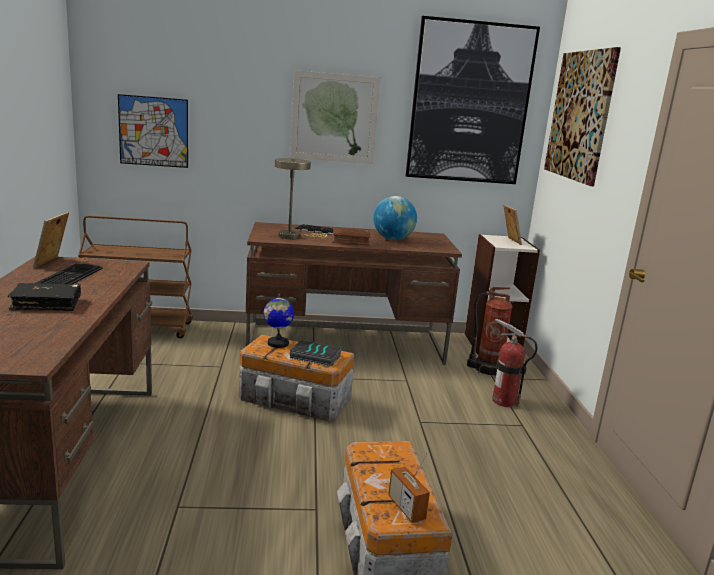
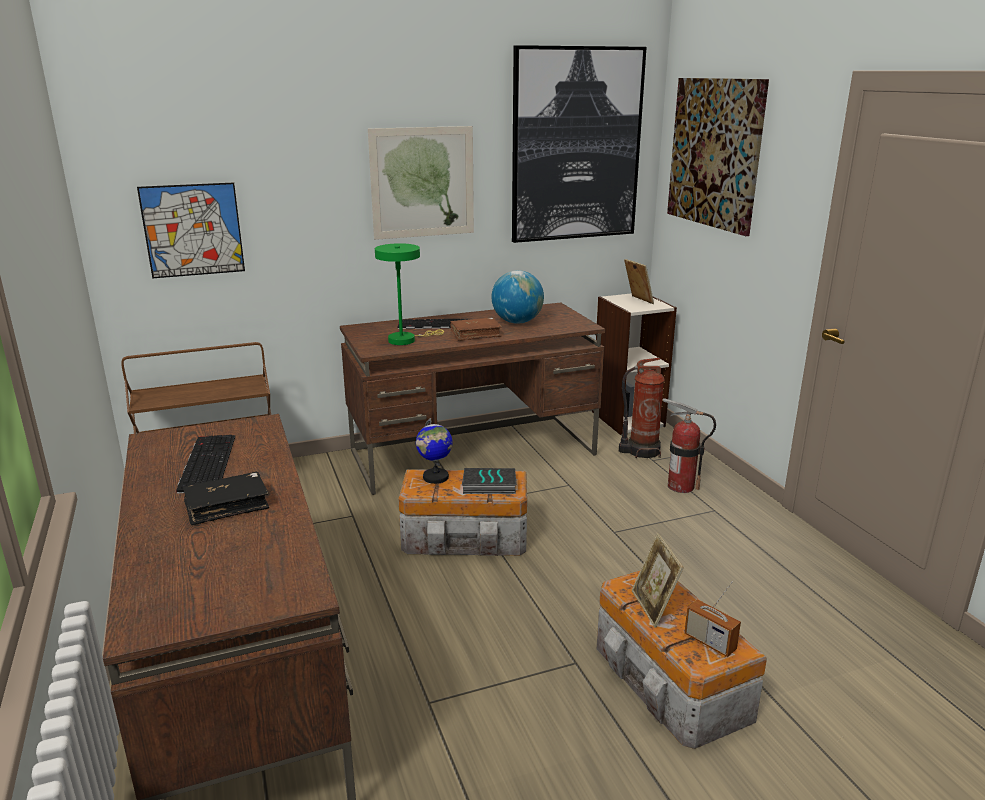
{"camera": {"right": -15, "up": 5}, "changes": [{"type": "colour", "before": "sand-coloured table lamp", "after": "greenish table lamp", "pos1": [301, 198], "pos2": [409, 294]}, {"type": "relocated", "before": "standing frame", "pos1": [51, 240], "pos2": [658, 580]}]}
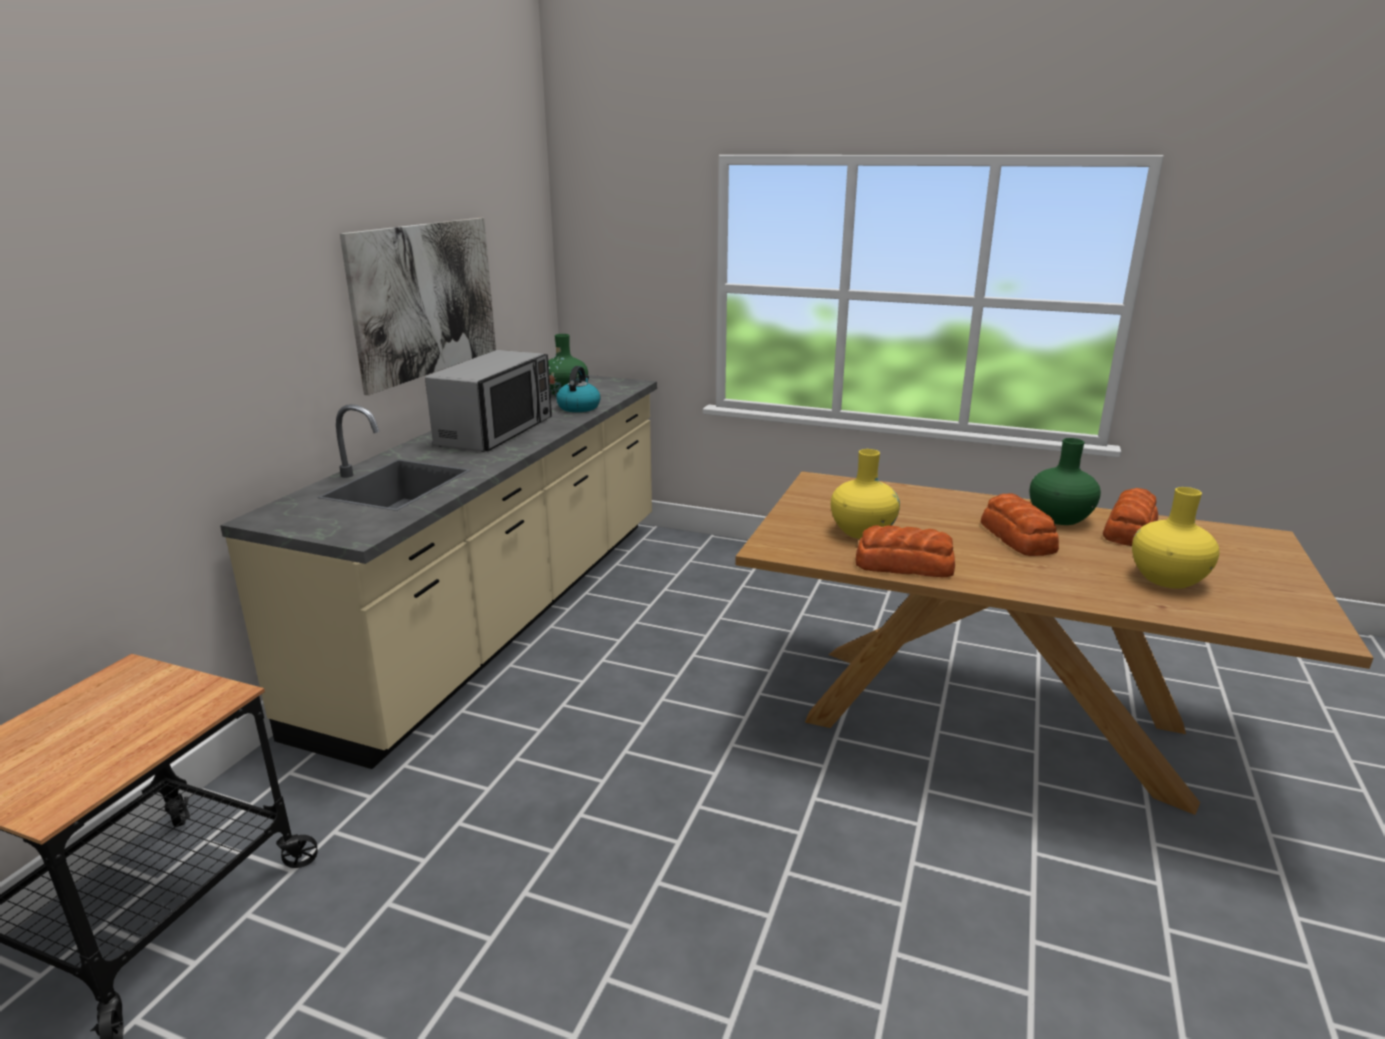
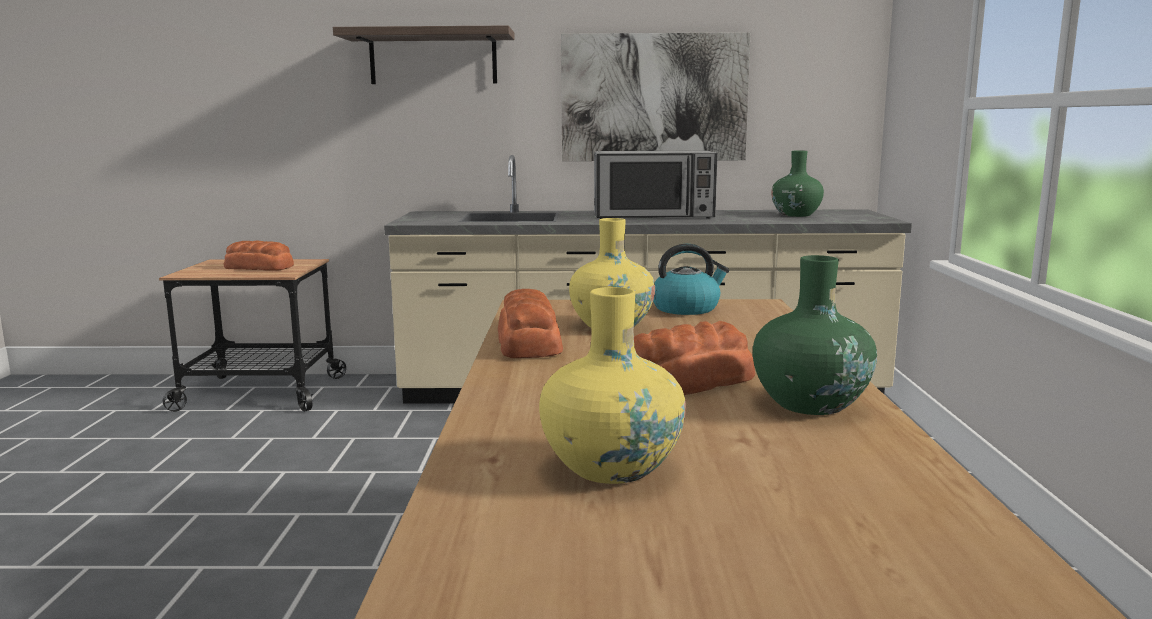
{"camera": {"right": 70, "up": -10}, "changes": [{"type": "relocated", "before": "kettle", "pos1": [578, 389], "pos2": [691, 279]}, {"type": "relocated", "before": "bread", "pos1": [1130, 517], "pos2": [259, 256]}, {"type": "appeared", "after": "shelf", "pos2": [424, 55]}]}
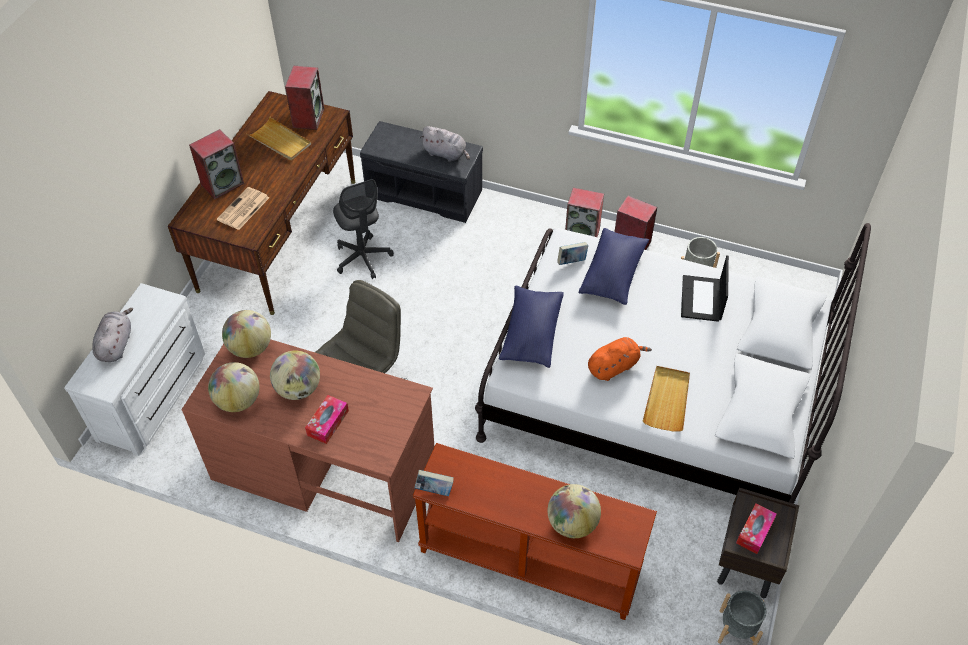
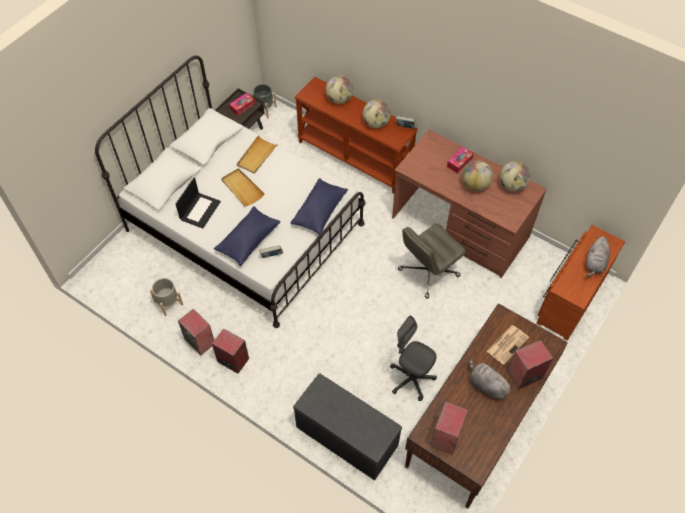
{"camera": {"right": -165, "up": 5}, "changes": [{"type": "relocated", "before": "sand-coloured tray", "pos1": [279, 138], "pos2": [242, 187]}, {"type": "relocated", "before": "gray cuddly toy", "pos1": [445, 144], "pos2": [491, 379]}, {"type": "spun", "before": "gray office chair", "pos1": [363, 229], "pos2": [413, 358], "turn": -45}, {"type": "colour", "before": "white-coloured dresser", "after": "brownish dresser", "pos1": [134, 369], "pos2": [580, 283]}, {"type": "relocated", "before": "desk globe", "pos1": [246, 334], "pos2": [377, 114]}, {"type": "missing", "before": "orange-coloured cuddly toy", "pos1": [620, 359]}]}
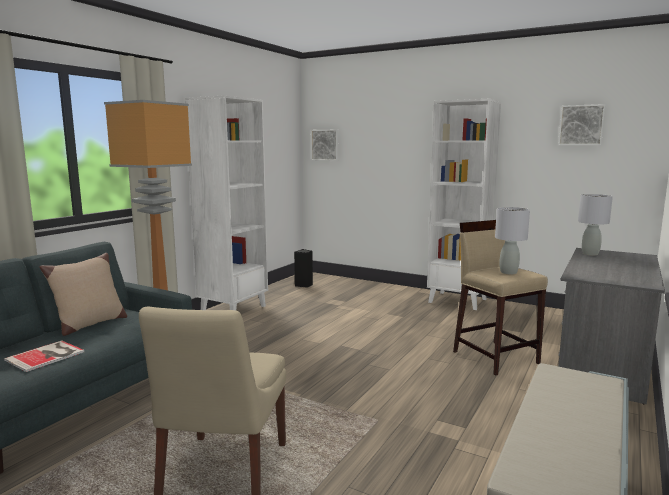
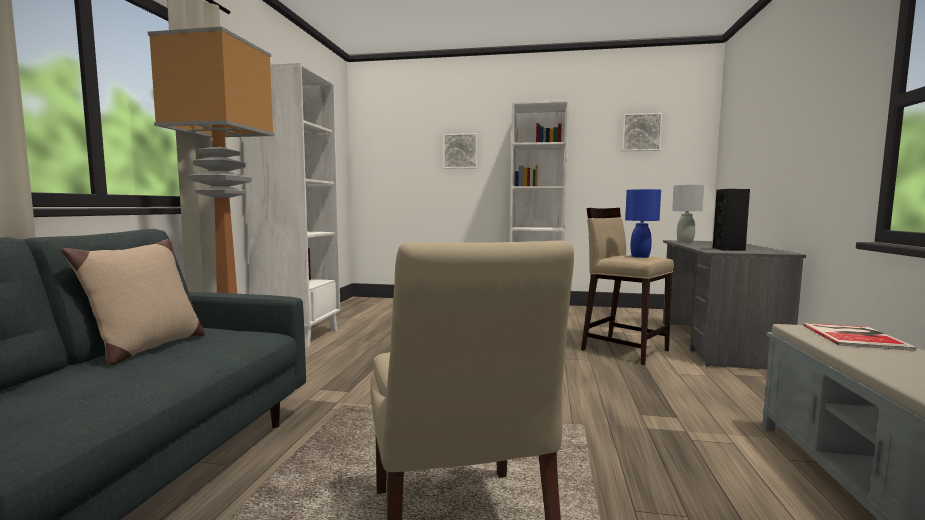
{"camera": {"right": -20, "up": -5}, "changes": [{"type": "relocated", "before": "picture", "pos1": [325, 145], "pos2": [460, 151]}, {"type": "colour", "before": "gray table lamp", "after": "bluish table lamp", "pos1": [512, 241], "pos2": [643, 223]}, {"type": "relocated", "before": "black speaker", "pos1": [303, 268], "pos2": [731, 220]}, {"type": "relocated", "before": "book", "pos1": [44, 356], "pos2": [860, 337]}]}
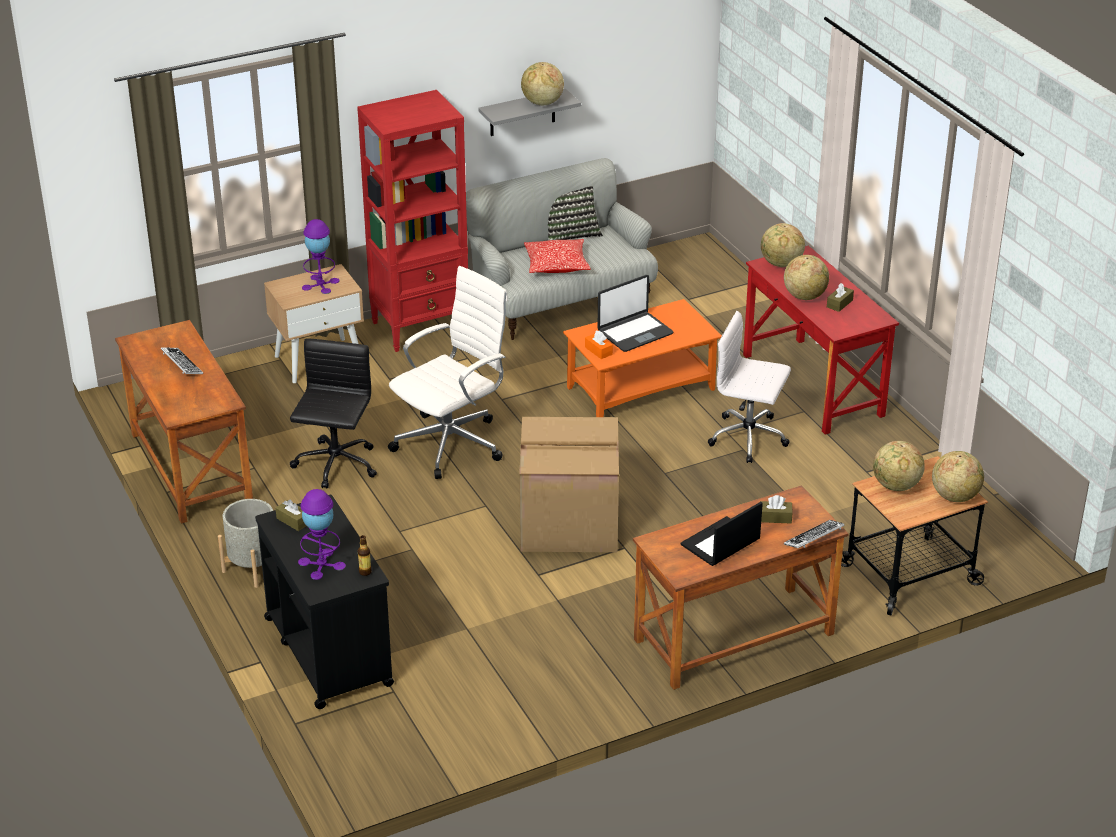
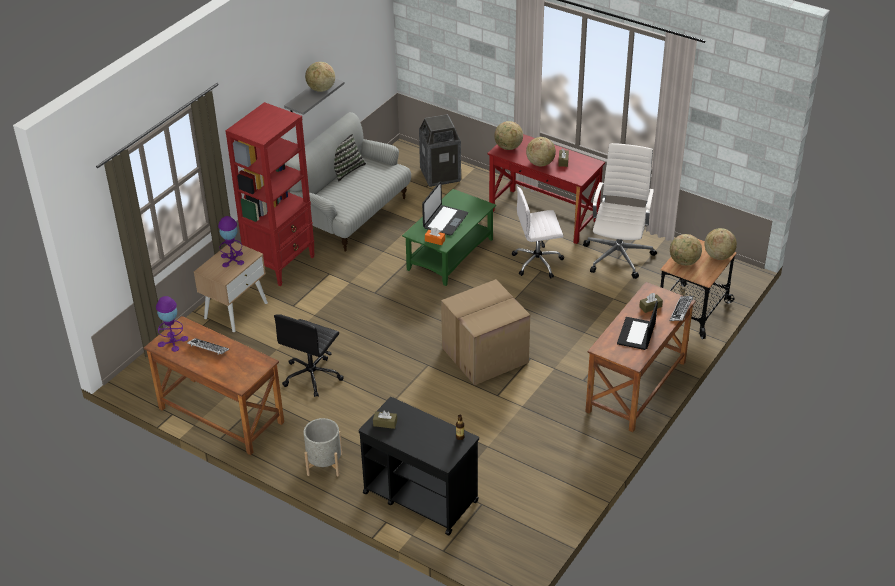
{"camera": {"right": -30, "up": 5}, "changes": [{"type": "missing", "before": "pillow", "pos1": [557, 256]}, {"type": "relocated", "before": "white-coloured office chair", "pos1": [448, 372], "pos2": [620, 211]}, {"type": "colour", "before": "orange-coloured lounge table", "after": "greenish lounge table", "pos1": [642, 358], "pos2": [449, 237]}, {"type": "spun", "before": "black office chair", "pos1": [333, 413], "pos2": [309, 355], "turn": -135}, {"type": "relocated", "before": "purple table lamp", "pos1": [322, 534], "pos2": [172, 324]}, {"type": "appeared", "after": "trash can", "pos2": [440, 150]}]}
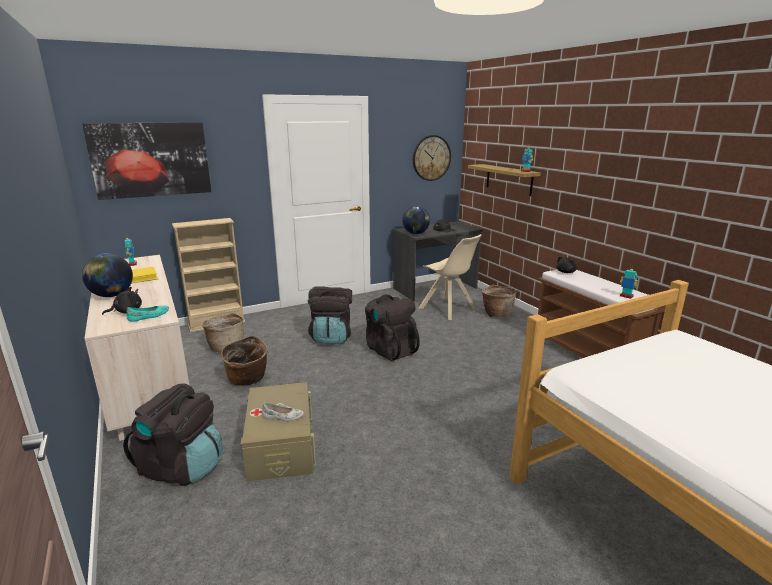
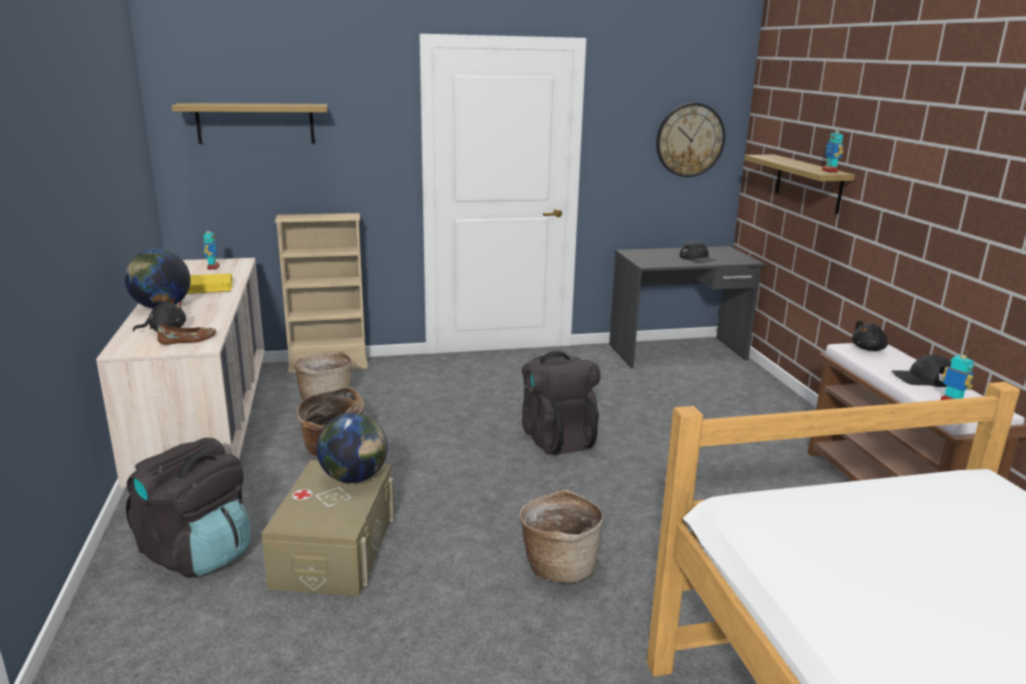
{"camera": {"right": 15, "up": 0}, "changes": [{"type": "exchanged", "before": "picture", "after": "shelf", "pos1": [146, 161], "pos2": [249, 123]}, {"type": "relocated", "before": "desk globe", "pos1": [416, 220], "pos2": [351, 448]}, {"type": "missing", "before": "sand-coloured chair", "pos1": [450, 277]}, {"type": "relocated", "before": "storage basket", "pos1": [499, 300], "pos2": [562, 536]}, {"type": "missing", "before": "black backpack", "pos1": [330, 315]}, {"type": "colour", "before": "turquoise-coloured item of footwear", "after": "brownish item of footwear", "pos1": [148, 314], "pos2": [186, 334]}, {"type": "missing", "before": "white-coloured item of footwear", "pos1": [283, 411]}, {"type": "appeared", "after": "black peaked cap", "pos2": [921, 371]}]}
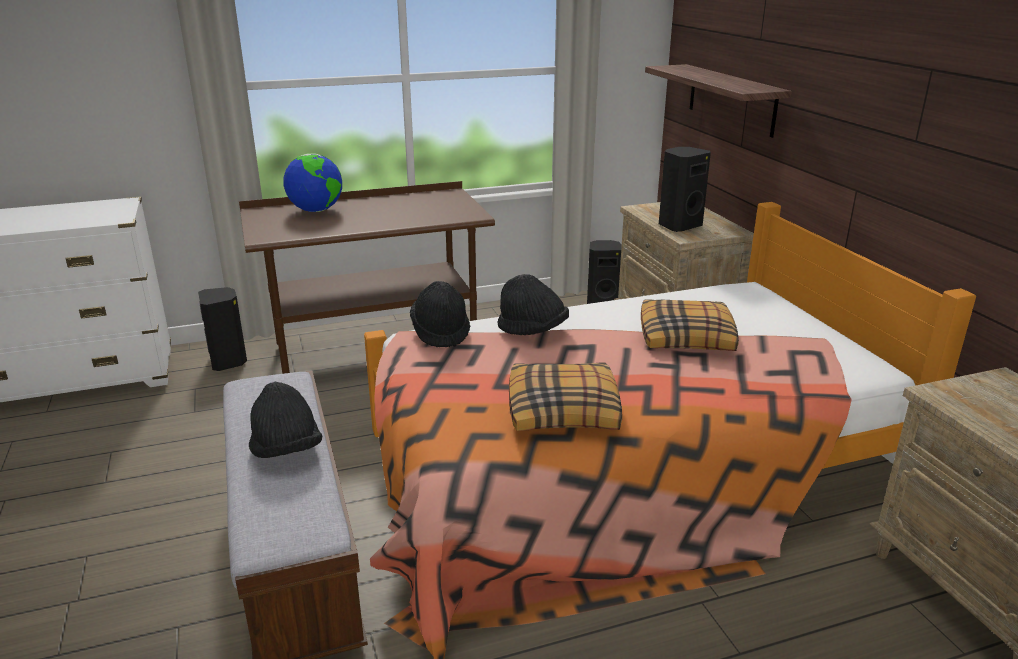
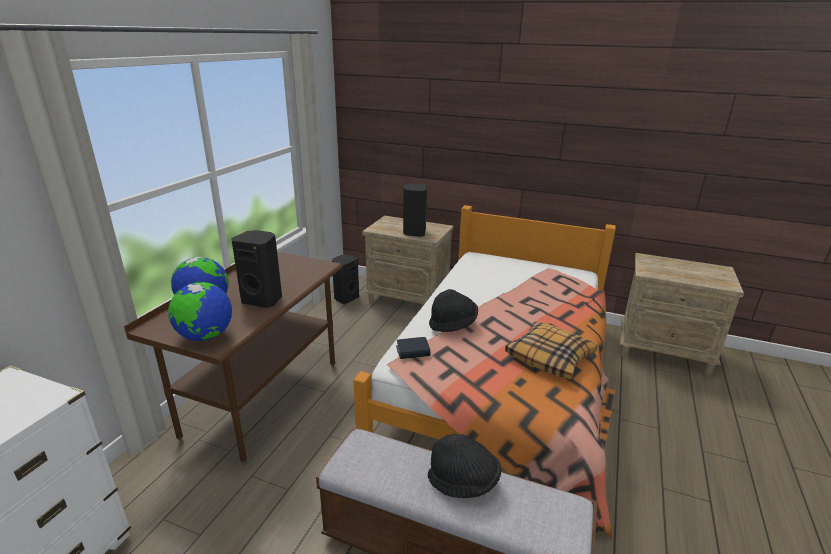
{"camera": {"right": -50, "up": 0}, "changes": [{"type": "missing", "before": "shelf", "pos1": [718, 101]}, {"type": "exchanged", "before": "black hat", "after": "book", "pos1": [440, 314], "pos2": [413, 348]}, {"type": "relocated", "before": "black speaker", "pos1": [222, 329], "pos2": [256, 269]}, {"type": "missing", "before": "pillow", "pos1": [690, 325]}, {"type": "appeared", "after": "desk globe", "pos2": [200, 311]}]}
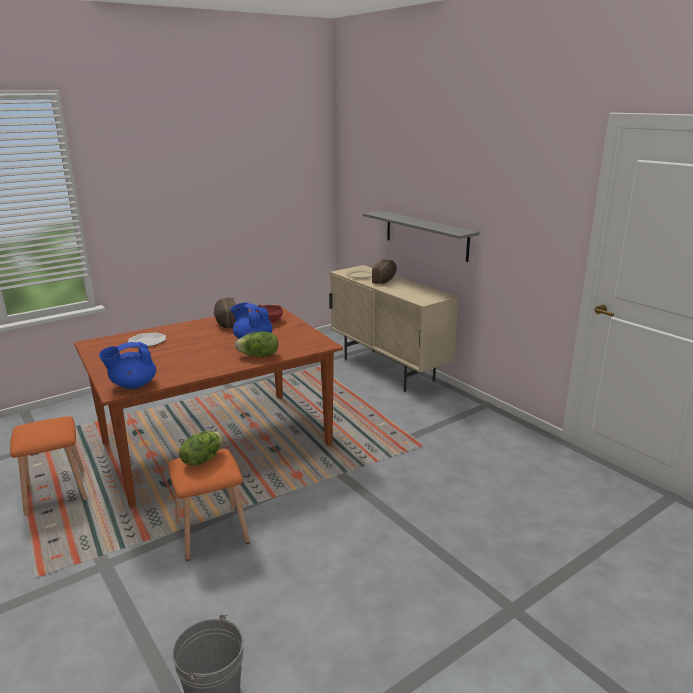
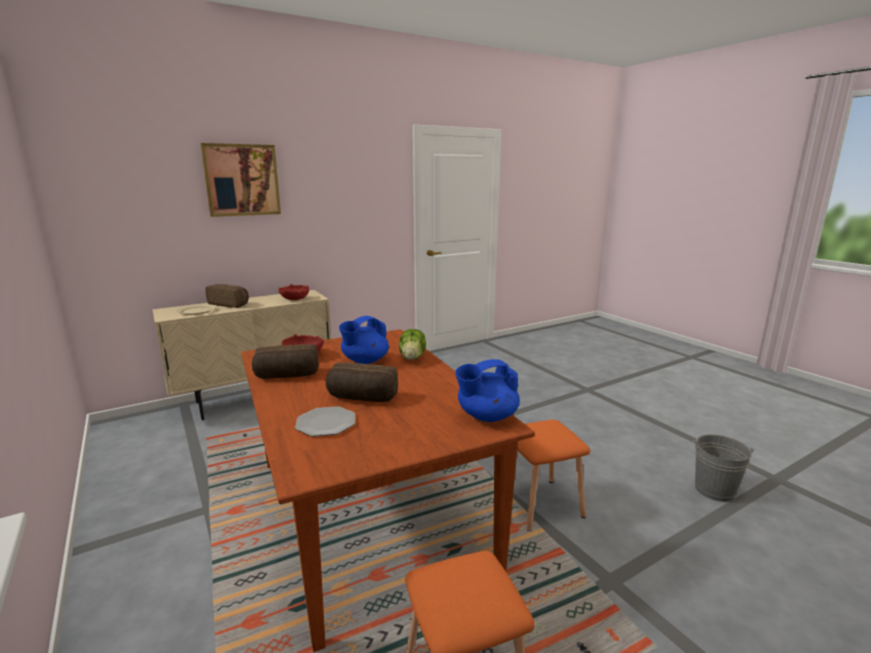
{"camera": {"right": -85, "up": -5}, "changes": [{"type": "missing", "before": "gray shelf", "pos1": [421, 236]}, {"type": "spun", "before": "bluish pot for tea", "pos1": [127, 365], "pos2": [487, 390], "turn": 90}, {"type": "missing", "before": "lettuce head", "pos1": [201, 448]}, {"type": "appeared", "after": "picture", "pos2": [240, 180]}, {"type": "appeared", "after": "reddish bowl", "pos2": [294, 292]}, {"type": "appeared", "after": "bread", "pos2": [362, 382]}]}
